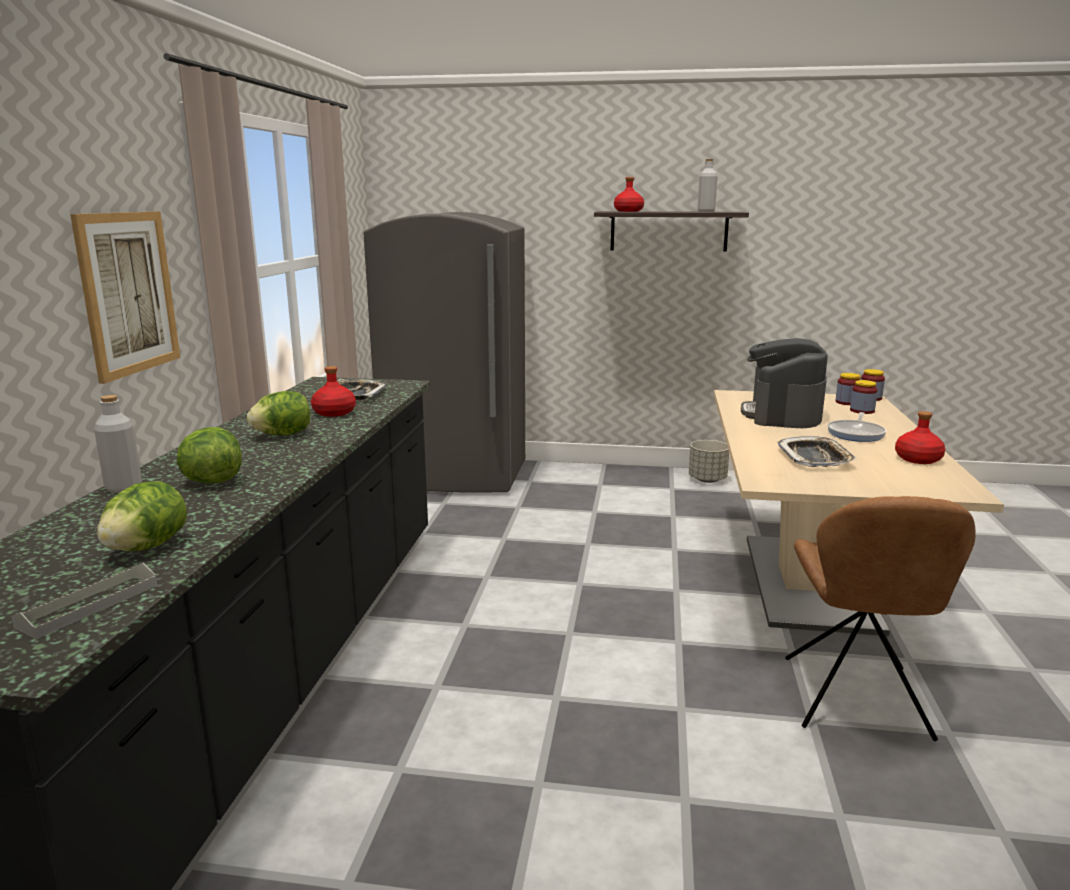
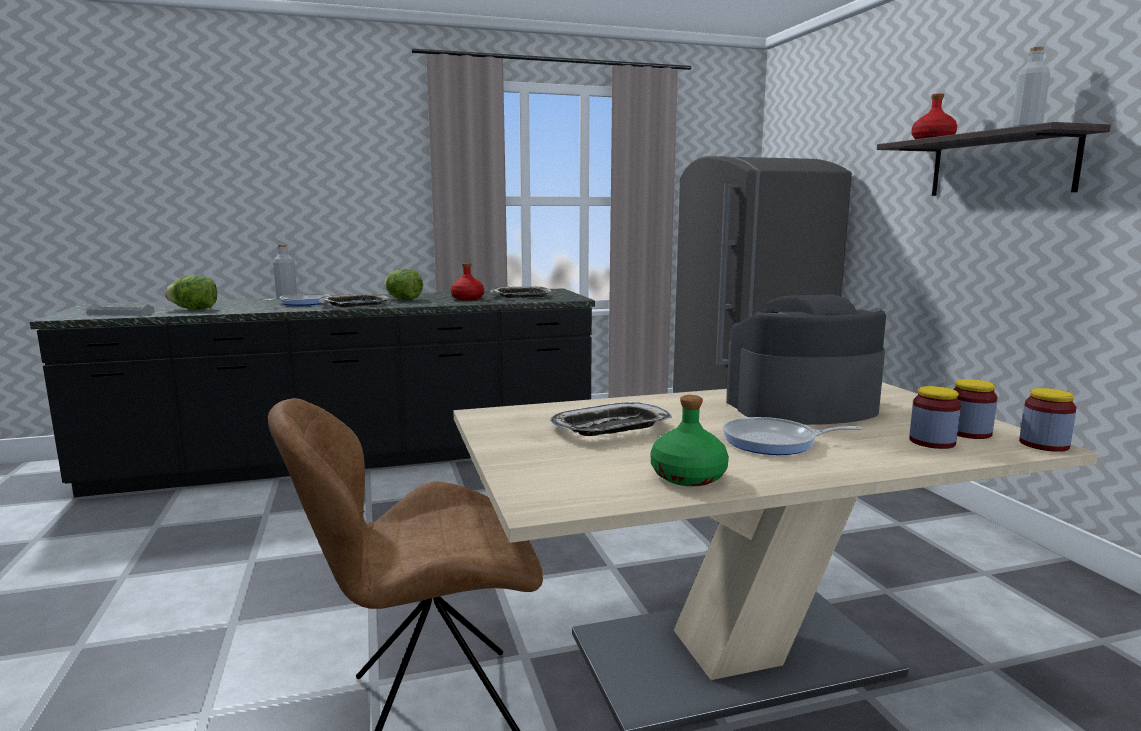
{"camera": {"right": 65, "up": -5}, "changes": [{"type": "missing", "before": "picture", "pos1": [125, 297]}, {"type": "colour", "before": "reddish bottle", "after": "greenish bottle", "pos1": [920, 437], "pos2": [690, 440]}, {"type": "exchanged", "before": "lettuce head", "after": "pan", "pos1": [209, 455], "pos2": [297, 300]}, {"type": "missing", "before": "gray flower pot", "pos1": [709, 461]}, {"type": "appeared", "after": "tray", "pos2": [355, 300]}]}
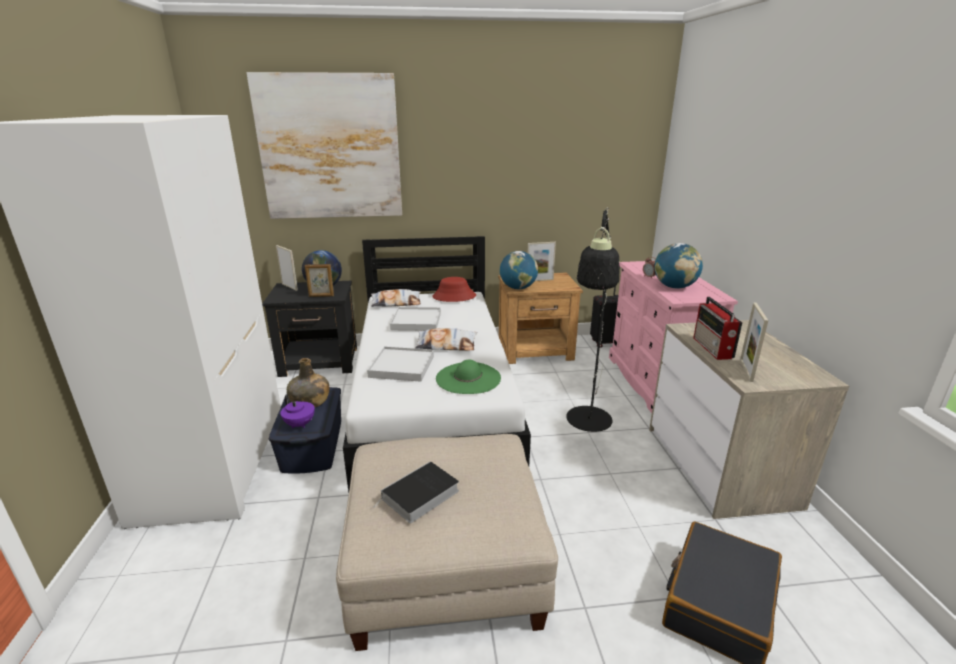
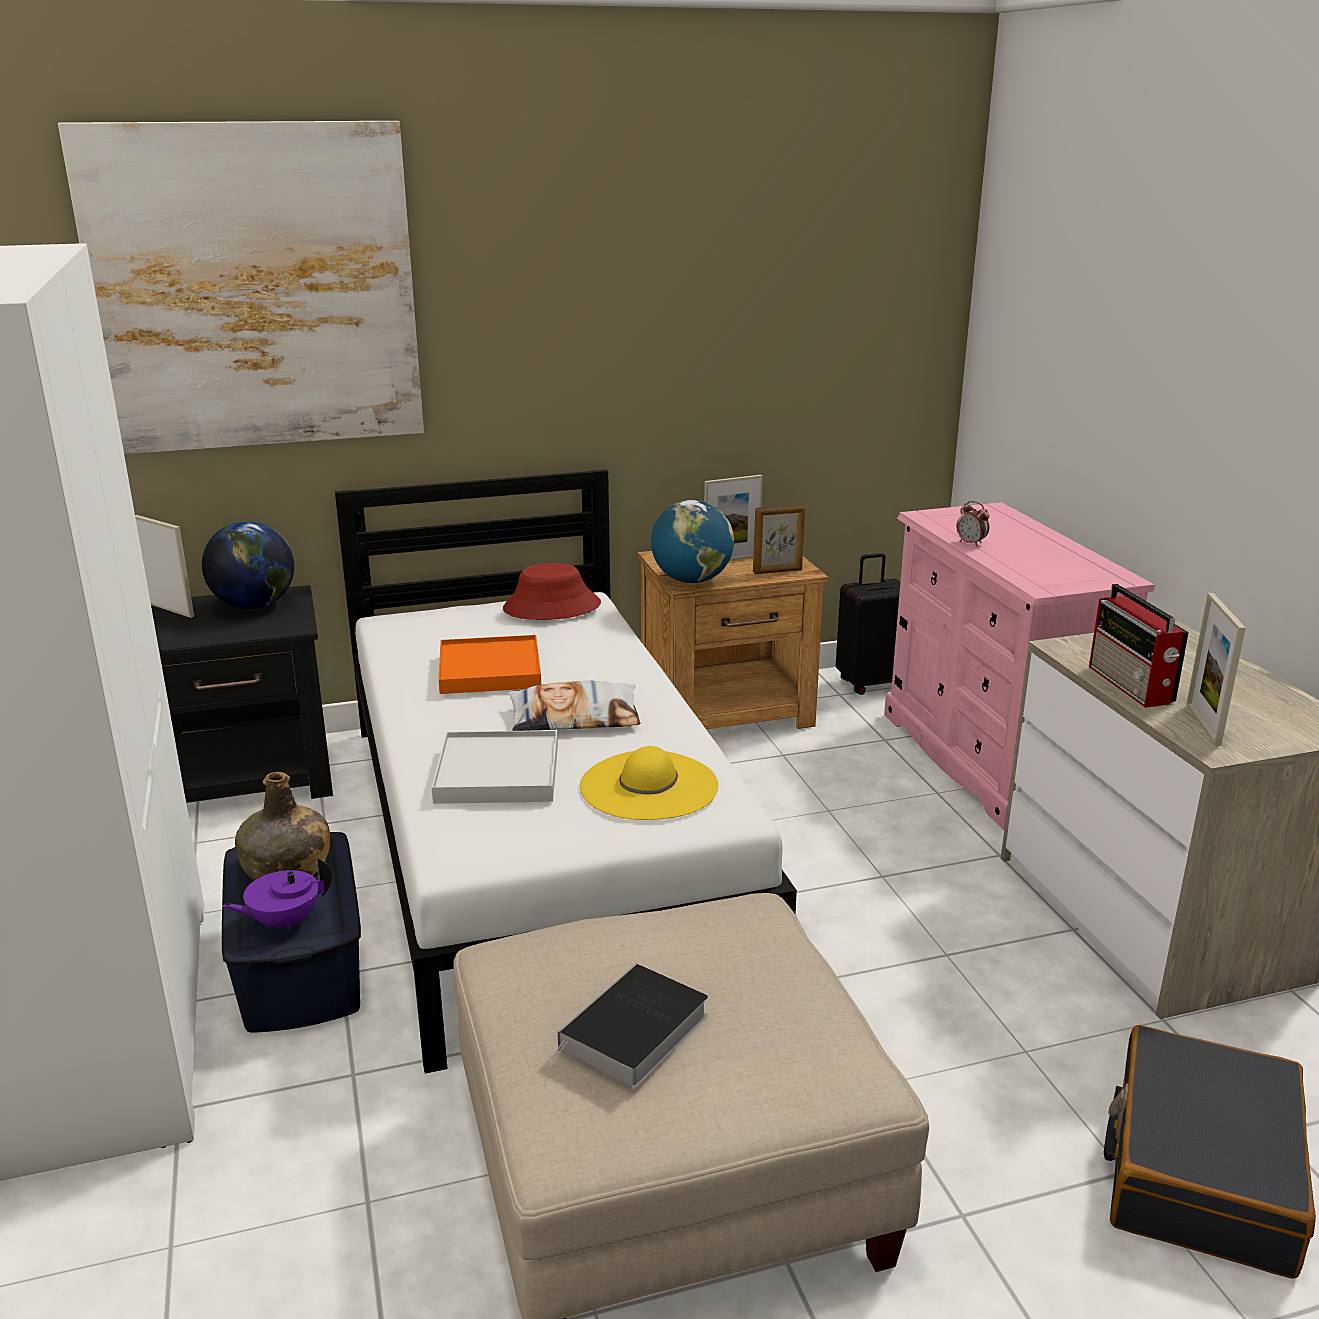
{"camera": {"right": -10, "up": 0}, "changes": [{"type": "missing", "before": "black standing lamp", "pos1": [593, 319]}, {"type": "missing", "before": "desk globe", "pos1": [678, 266]}, {"type": "relocated", "before": "standing frame", "pos1": [319, 280], "pos2": [779, 539]}, {"type": "missing", "before": "pillow", "pos1": [396, 298]}, {"type": "colour", "before": "white-coloured tray", "after": "orange-coloured tray", "pos1": [415, 319], "pos2": [490, 664]}, {"type": "colour", "before": "greenish hat", "after": "yellow hat", "pos1": [468, 376], "pos2": [649, 783]}, {"type": "spun", "before": "purple pot for tea", "pos1": [297, 411], "pos2": [277, 894], "turn": 120}]}
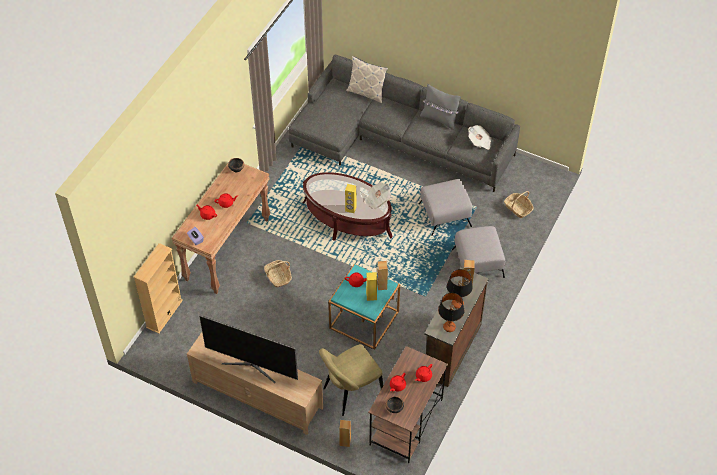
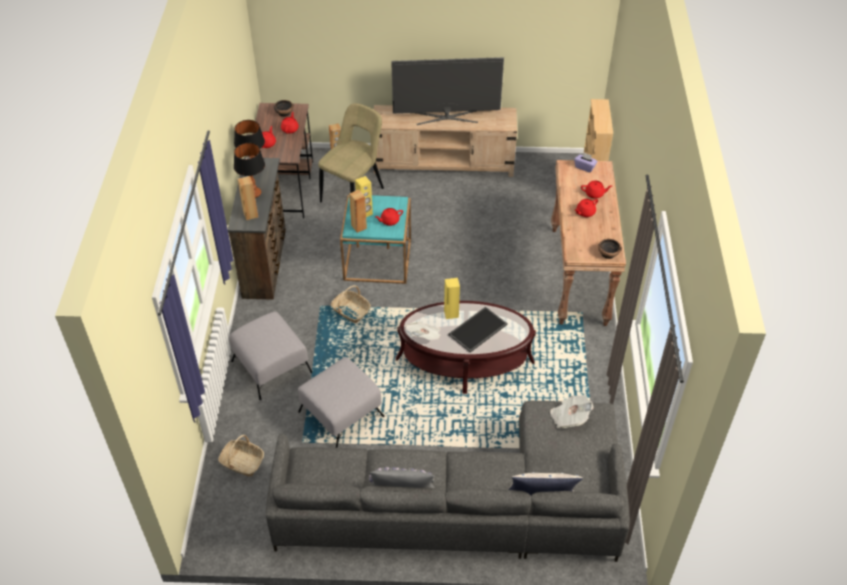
{"camera": {"right": 155, "up": -5}, "changes": [{"type": "relocated", "before": "newspaper", "pos1": [480, 137], "pos2": [571, 411]}, {"type": "relocated", "before": "storage basket", "pos1": [278, 273], "pos2": [351, 304]}, {"type": "appeared", "after": "tray", "pos2": [478, 330]}]}
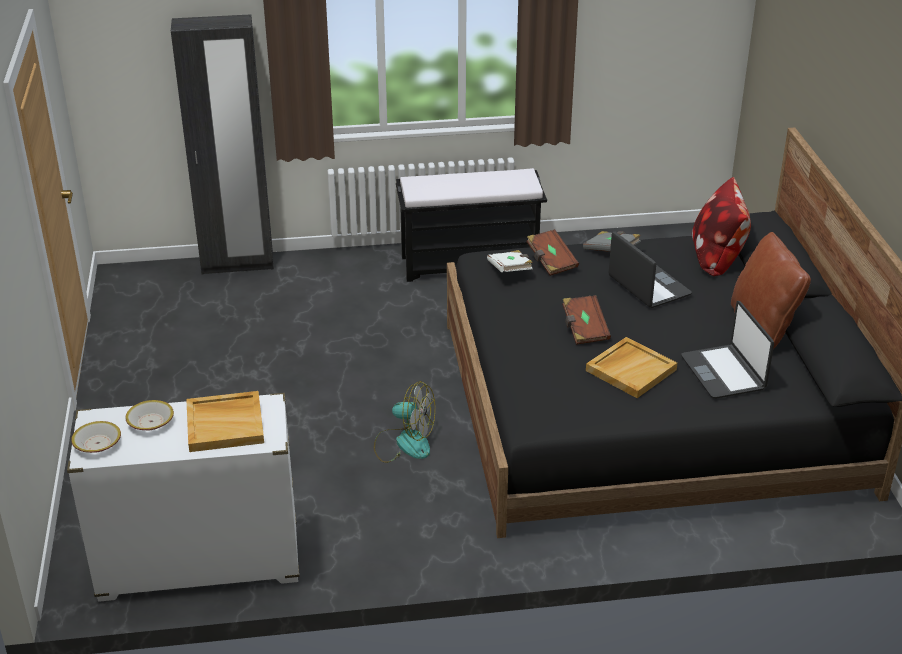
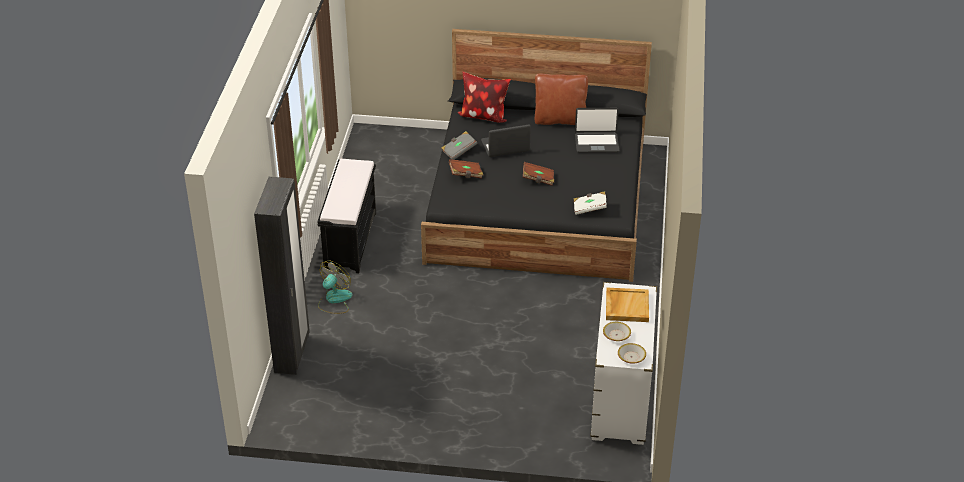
{"camera": {"right": -75, "up": 5}, "changes": [{"type": "relocated", "before": "white-coloured book", "pos1": [510, 261], "pos2": [590, 203]}, {"type": "missing", "before": "sand-coloured tray", "pos1": [631, 367]}, {"type": "relocated", "before": "fan", "pos1": [404, 422], "pos2": [335, 287]}]}
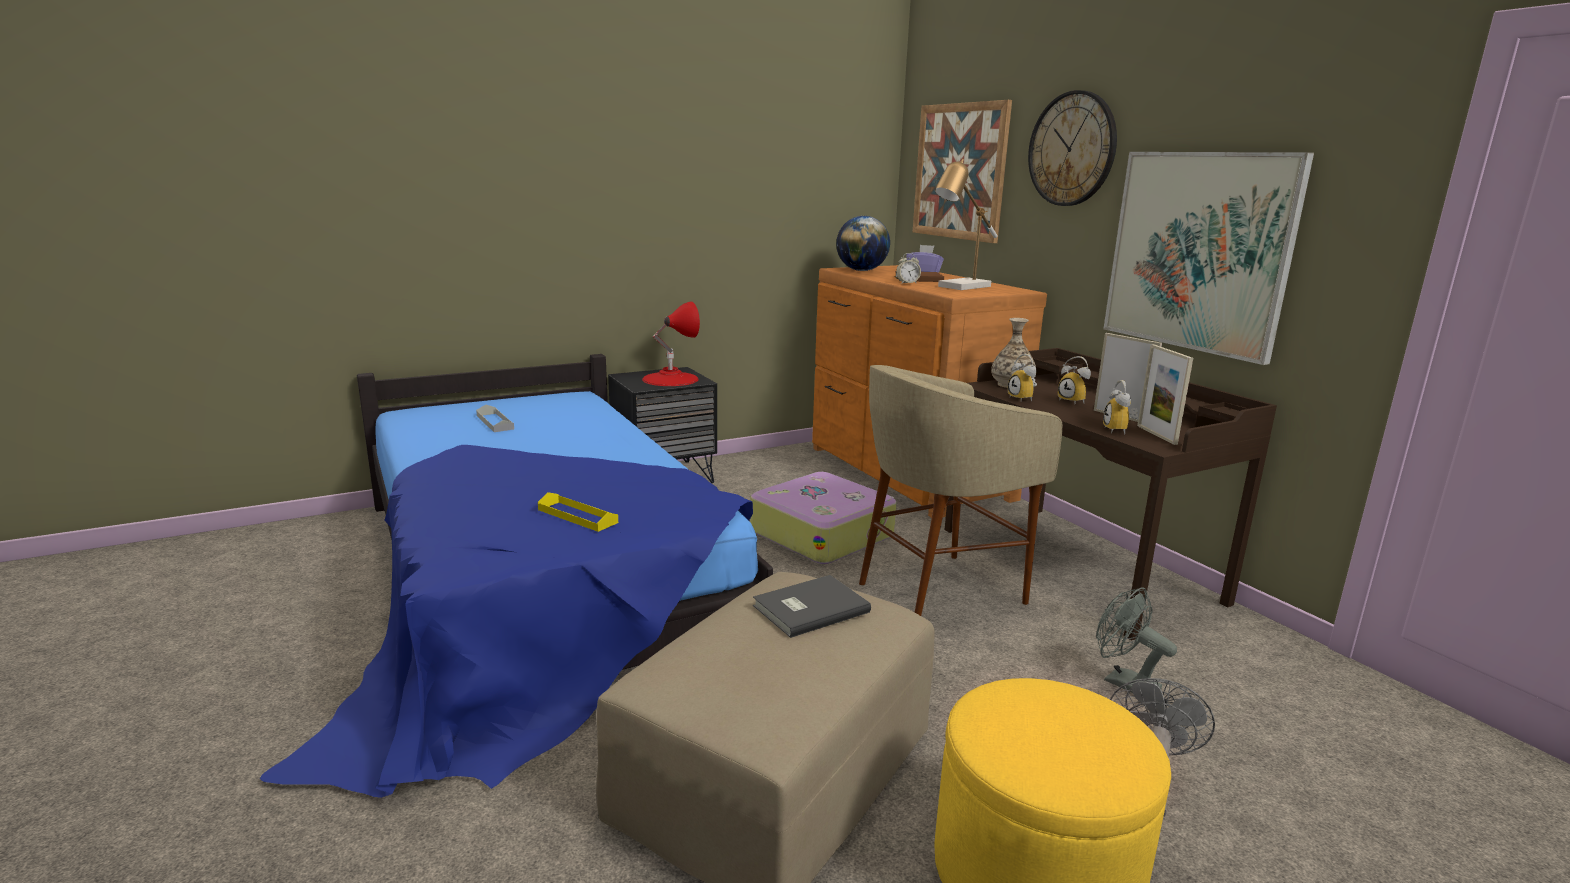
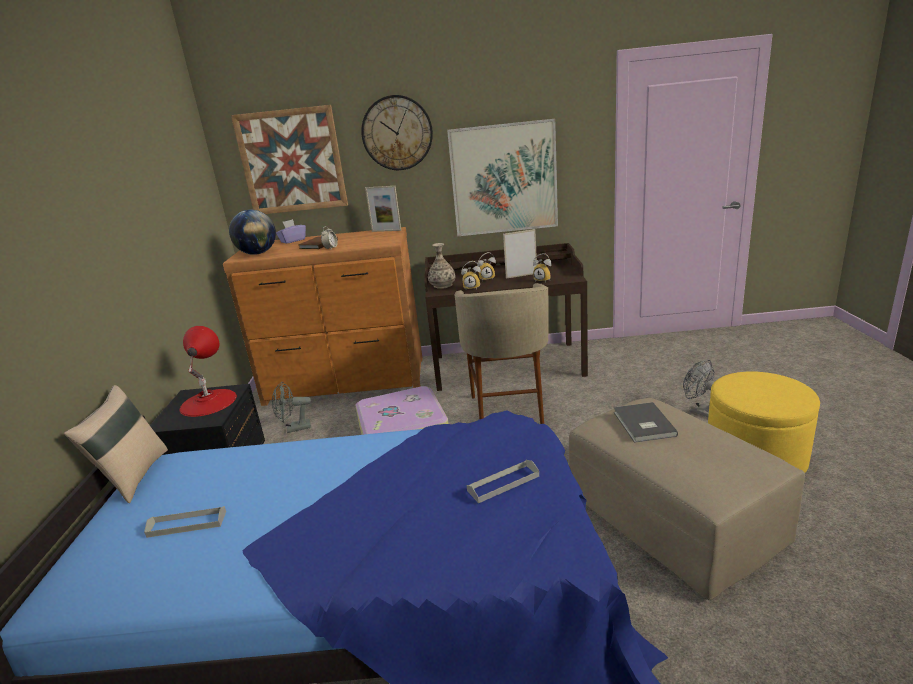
{"camera": {"right": -60, "up": 5}, "changes": [{"type": "missing", "before": "table lamp", "pos1": [966, 224]}, {"type": "relocated", "before": "standing frame", "pos1": [1165, 394], "pos2": [383, 209]}, {"type": "colour", "before": "yellow tray", "after": "gray tray", "pos1": [578, 512], "pos2": [503, 481]}, {"type": "relocated", "before": "gray fan", "pos1": [1136, 640], "pos2": [291, 407]}, {"type": "appeared", "after": "sand-coloured pillow", "pos2": [116, 444]}]}
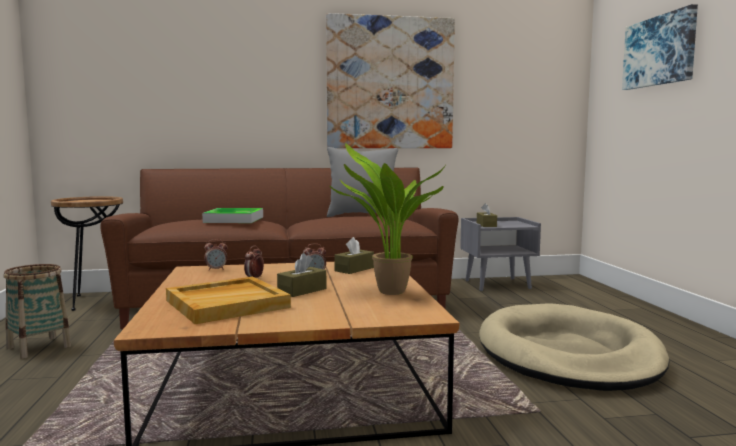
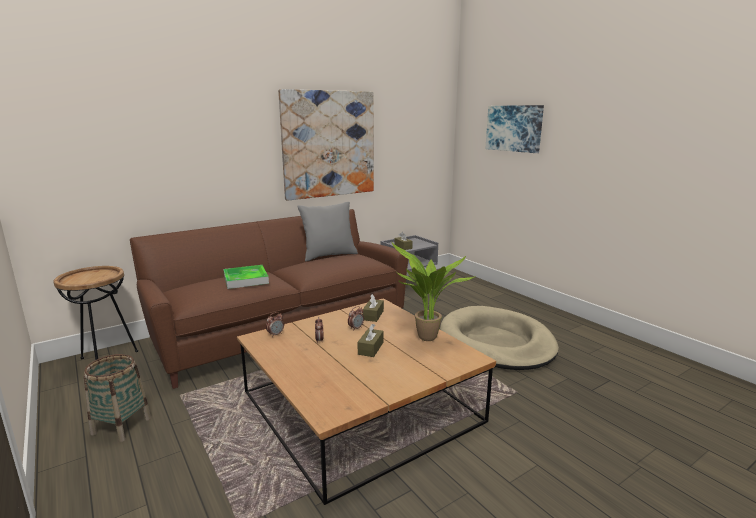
{"camera": {"right": -25, "up": 10}, "changes": [{"type": "missing", "before": "sand-coloured tray", "pos1": [228, 300]}]}
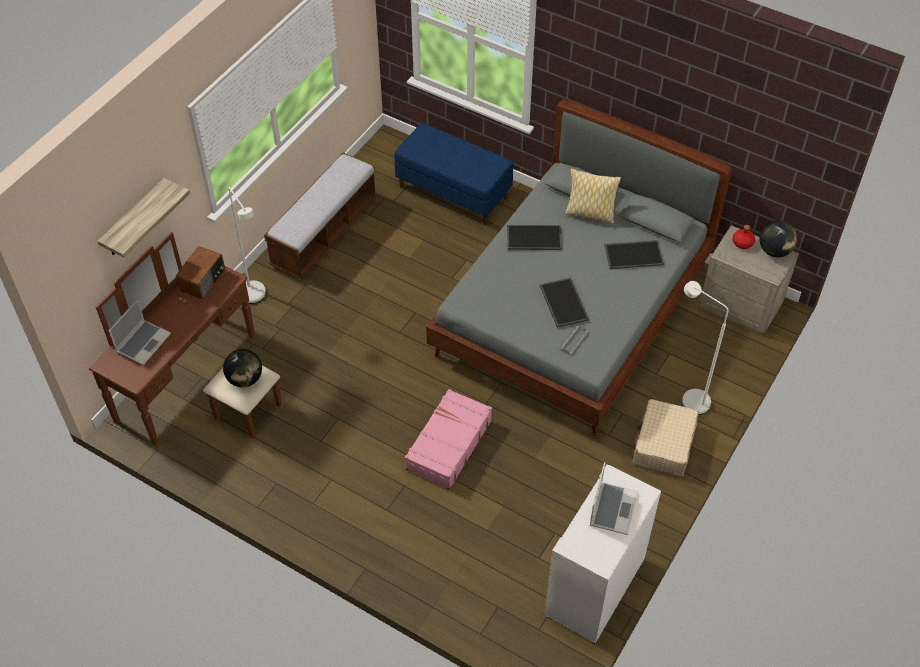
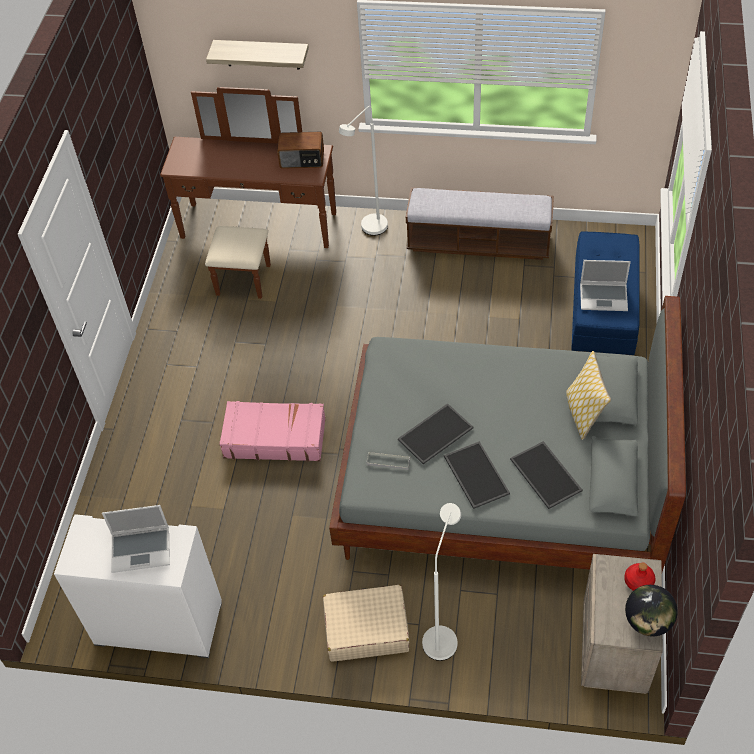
{"camera": {"right": 70, "up": 0}, "changes": [{"type": "relocated", "before": "tray", "pos1": [534, 237], "pos2": [477, 475]}, {"type": "relocated", "before": "laptop", "pos1": [140, 332], "pos2": [605, 285]}, {"type": "missing", "before": "desk globe", "pos1": [242, 368]}]}
